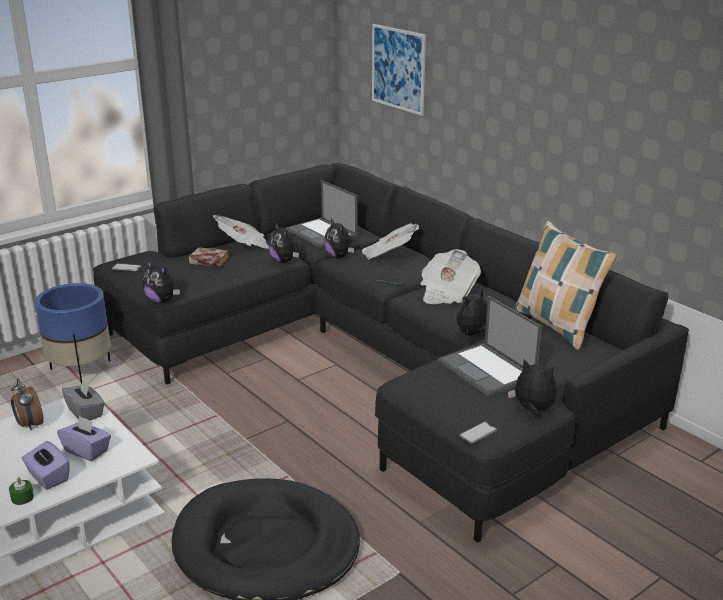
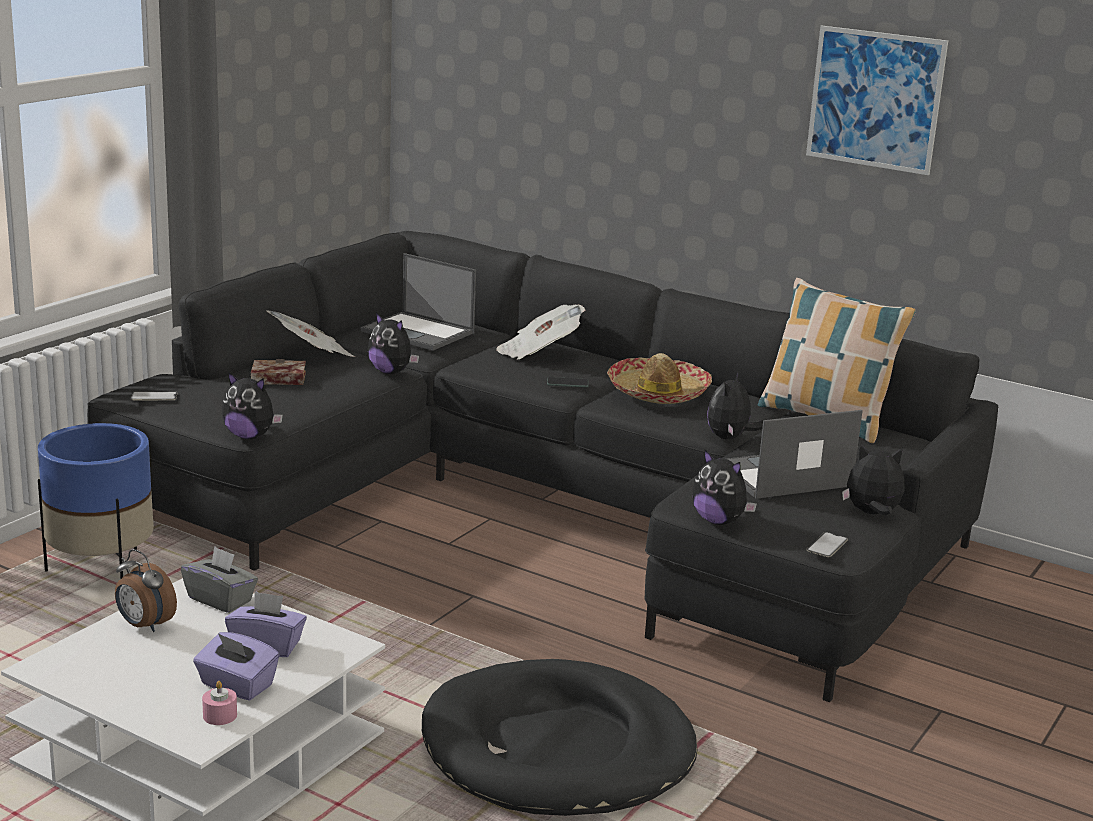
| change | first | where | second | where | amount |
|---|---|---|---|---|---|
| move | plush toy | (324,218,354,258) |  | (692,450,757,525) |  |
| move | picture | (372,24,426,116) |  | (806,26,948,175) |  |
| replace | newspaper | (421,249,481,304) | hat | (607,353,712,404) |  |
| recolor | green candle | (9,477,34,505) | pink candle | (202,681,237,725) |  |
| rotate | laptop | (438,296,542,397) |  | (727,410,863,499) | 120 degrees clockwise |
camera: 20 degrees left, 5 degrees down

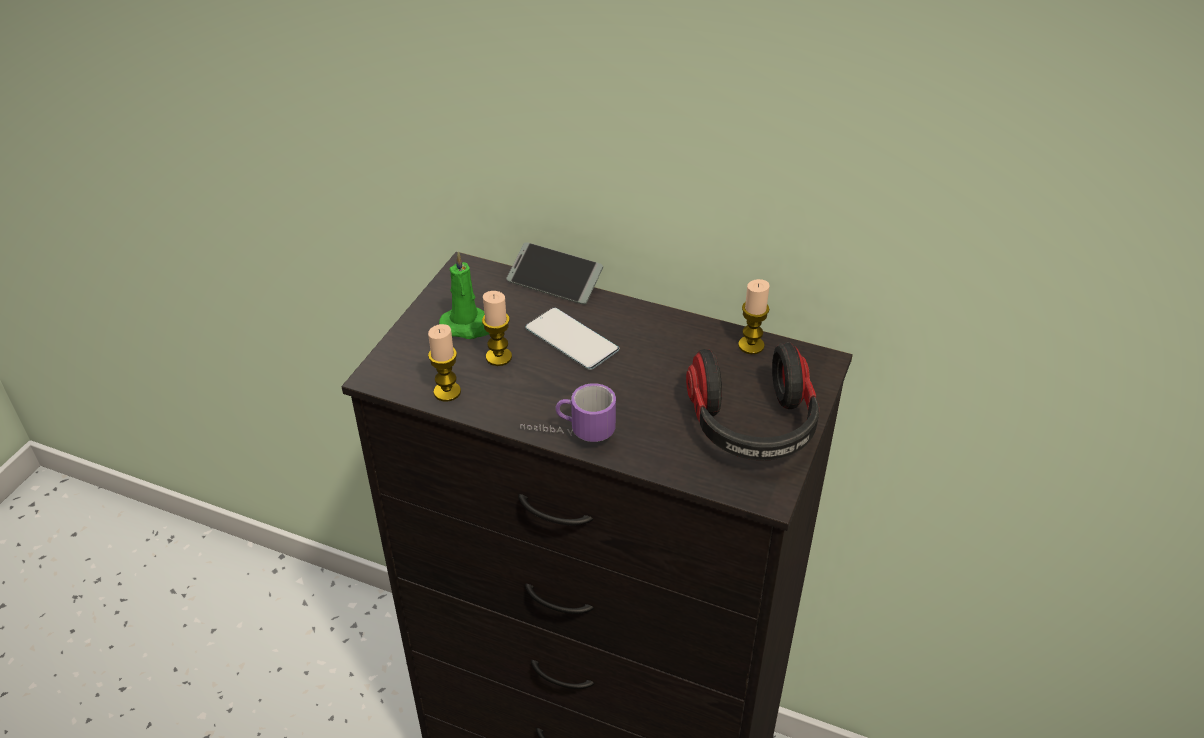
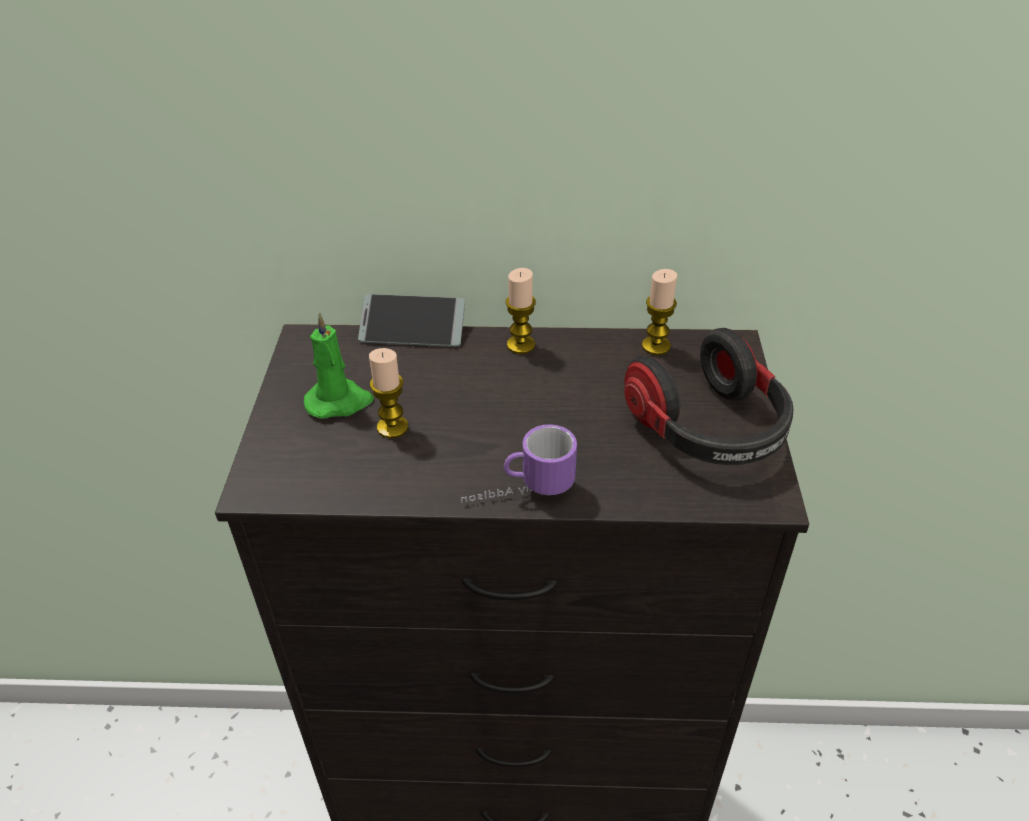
| change | first | where | second | where | amount |
|---|---|---|---|---|---|
| delete | phone | (525,307,619,370) |  |  |  |
| move | candle | (428,324,461,401) |  | (506,268,536,354) |  |
camera: 20 degrees left, 0 degrees up

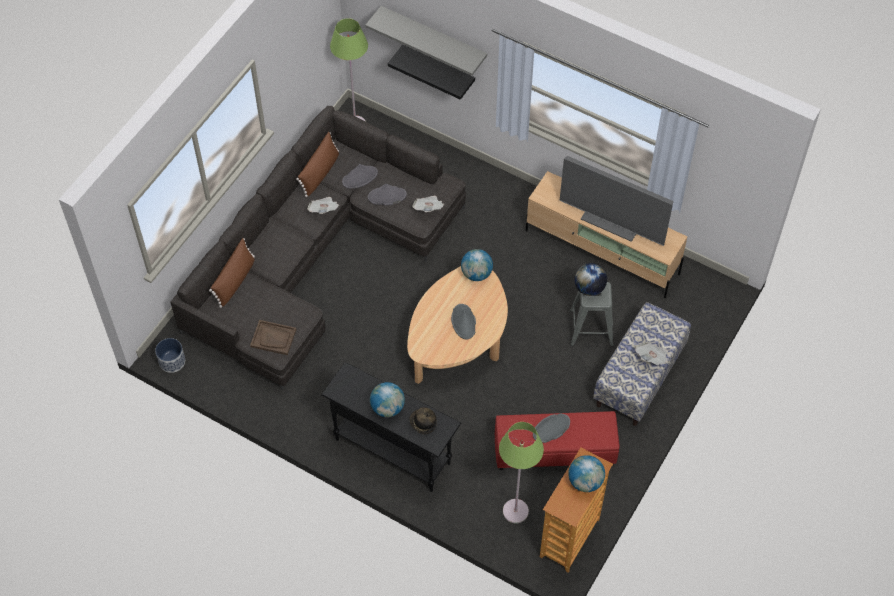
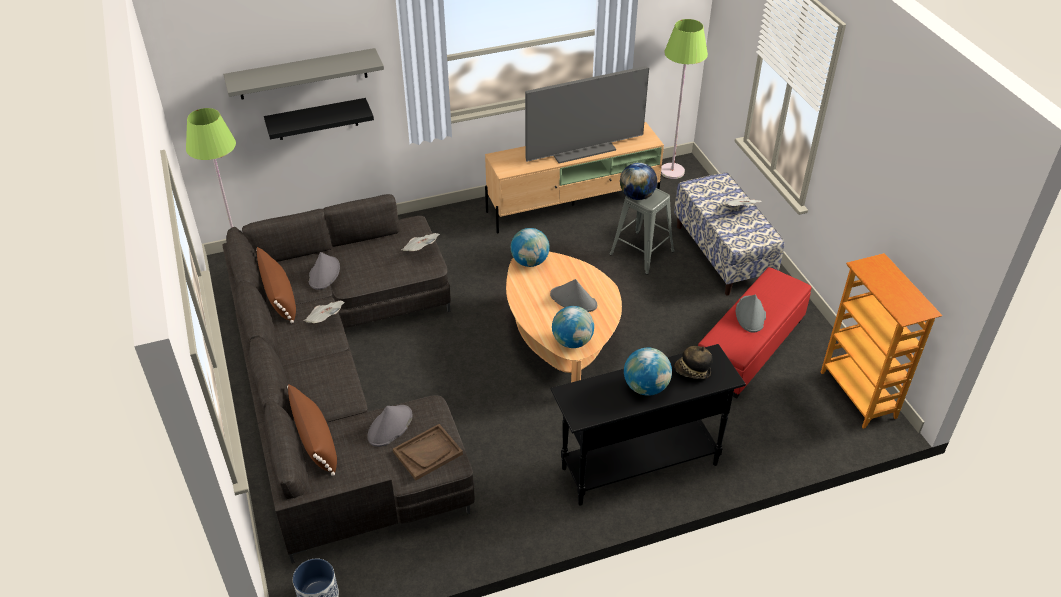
| change | first | where | second | where | amount |
|---|---|---|---|---|---|
| move | grey hat | (368,184,407,206) |  | (367,405,412,447) |  |
| move | green floor lamp | (499,422,544,523) |  | (661,19,708,179) |  |
| move | globe | (568,455,605,492) |  | (552,306,594,348) |  |
camera: 50 degrees left, 15 degrees down

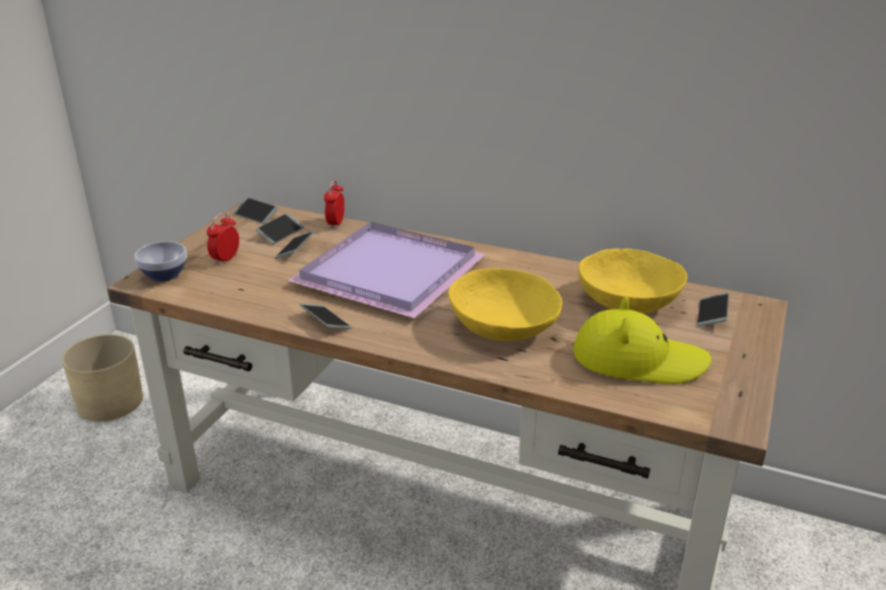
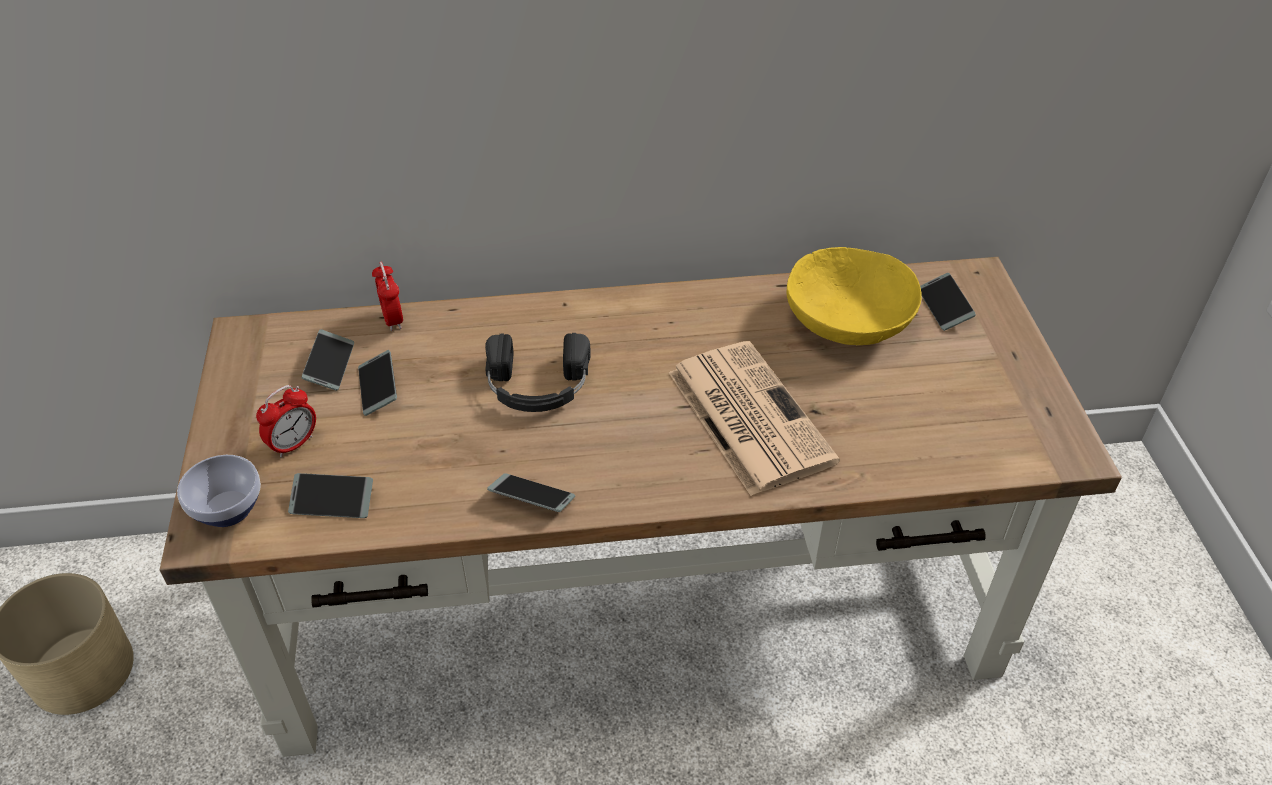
| change | first | where | second | where | amount |
|---|---|---|---|---|---|
| delete | yellow hat | (573,296,712,384) |  |  |  |
| move | phone | (233,198,278,224) |  | (288,473,373,518) |  |
| replace | purple tray | (287,222,486,318) | black headphones | (485,333,591,412) |  |
| replace | yellow bowl | (448,268,562,341) | newspaper | (669,341,840,496) |  |
| rotate | alarm clock | (207,213,239,265) |  | (256,385,316,458) | 135 degrees counterclockwise |
camera: 30 degrees left, 15 degrees up

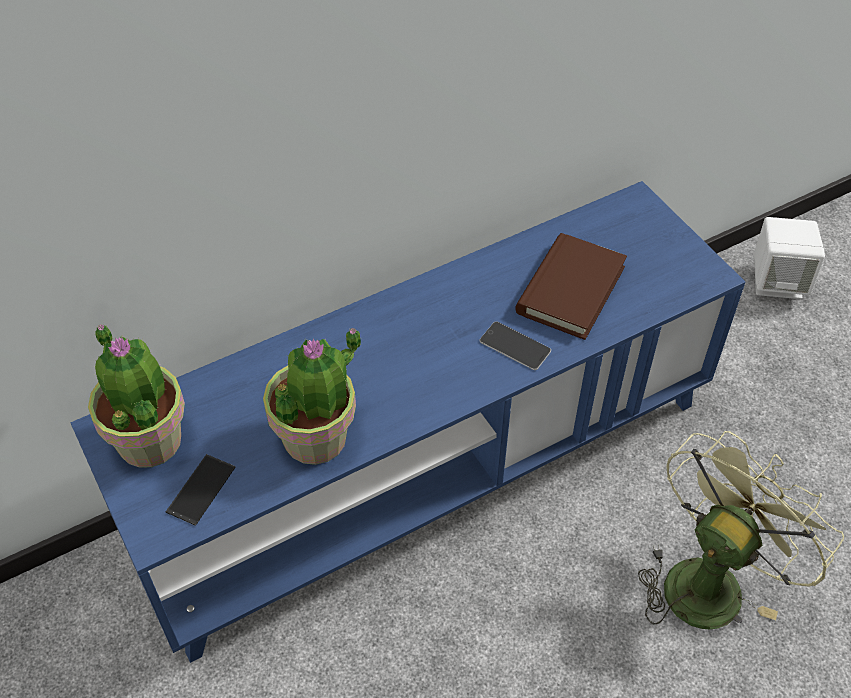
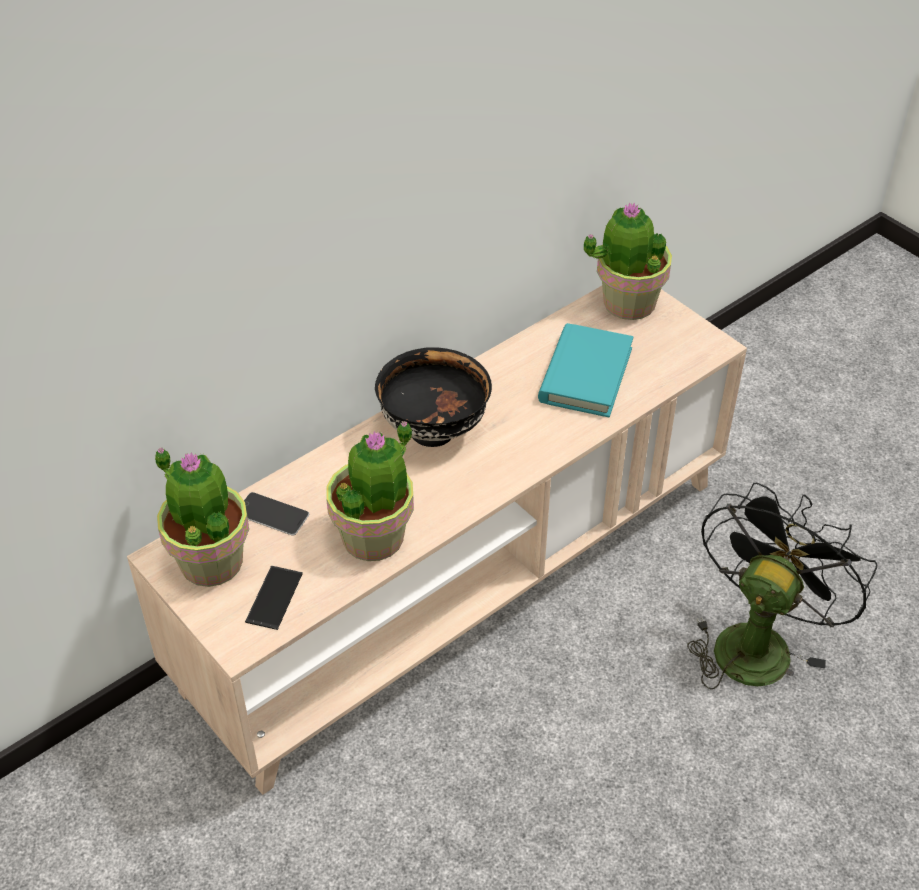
| change | first | where | second | where | amount |
|---|---|---|---|---|---|
| delete | white speaker | (754,217,825,299) |  |  |  |
| insert |  |  | black bowl | (375,347,492,447) |  |
| insert |  |  | potted plant | (584,202,672,320) |  |
| move | phone | (479,322,551,370) |  | (244,492,309,536) |  |
| recolor | blue tv stand | (70,181,745,663) | beige tv stand | (127,286,747,795) |  |
| recolor | brown book | (515,233,627,340) | turquoise book | (538,323,634,417) |  |
| recolor | green fan | (638,431,844,629) | black fan | (687,483,877,690) |  |
camera: 10 degrees left, 5 degrees down

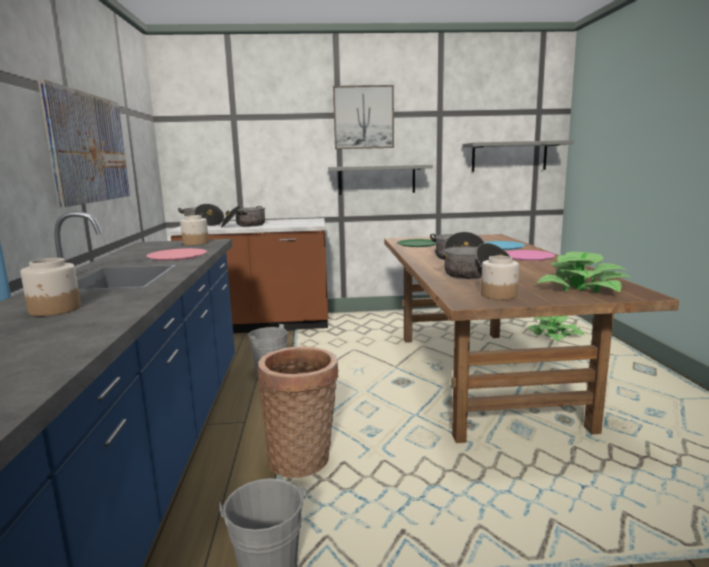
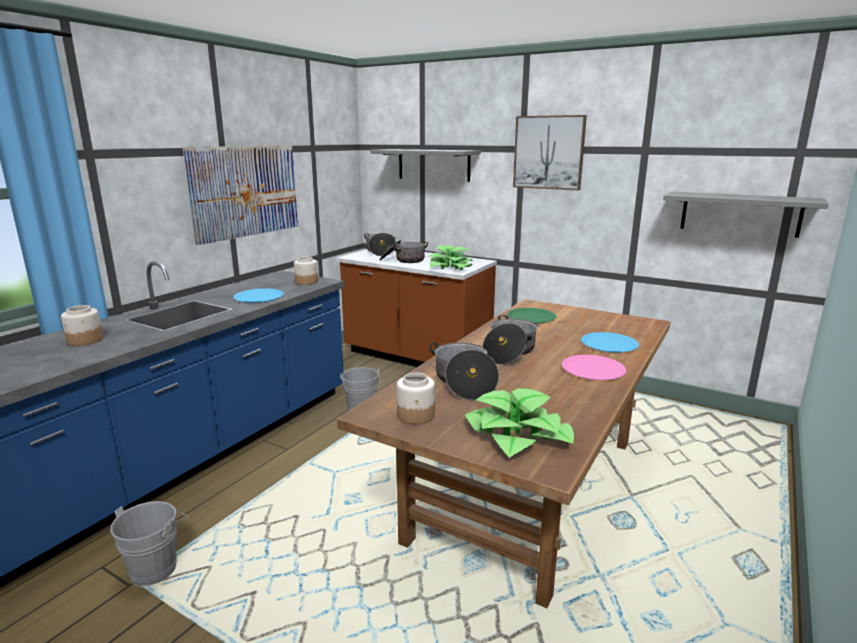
| change | first | where | second | where | amount |
|---|---|---|---|---|---|
| delete | basket | (257,347,339,478) |  |  |  |
| move | grey shelf | (328,165,433,195) |  | (370,149,481,182) |  |
| move | potted plant | (527,316,585,341) |  | (429,246,473,270) |  |
| recolor | pink plate | (146,248,207,261) | blue plate | (233,289,284,303) |  |
camera: 35 degrees right, 5 degrees up

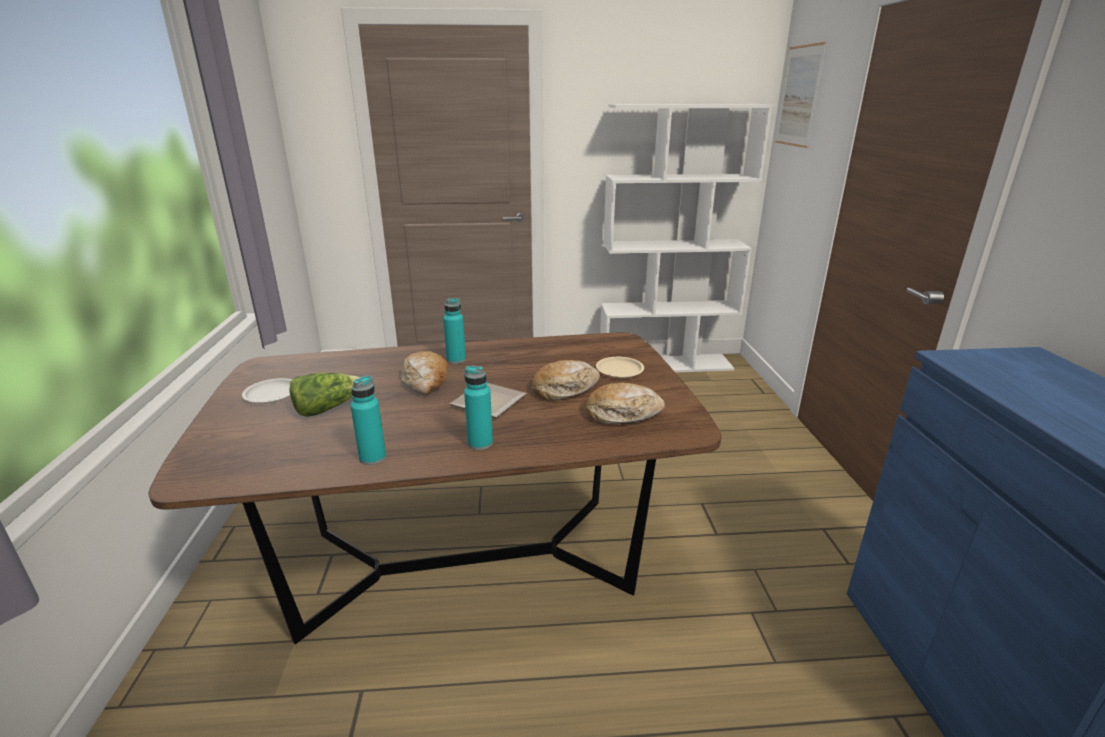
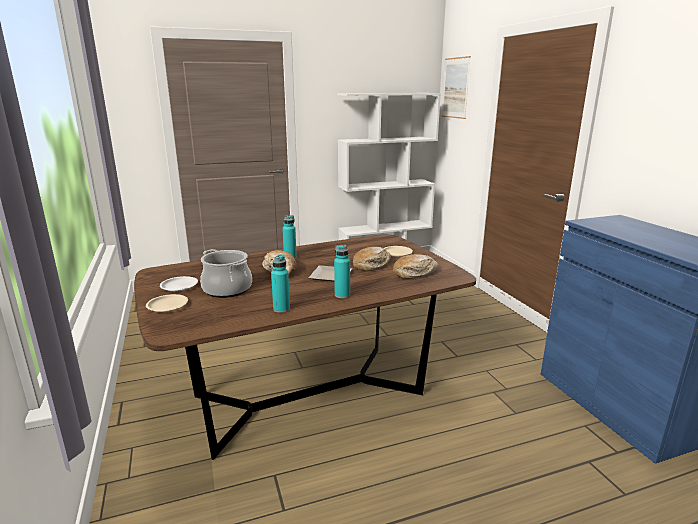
| change | first | where | second | where | amount |
|---|---|---|---|---|---|
| insert |  |  | beige plate | (146,294,188,312) |  |
| replace | lettuce | (289,373,360,417) | cooking pot | (200,249,252,298) |  |
camera: 15 degrees left, 5 degrees down

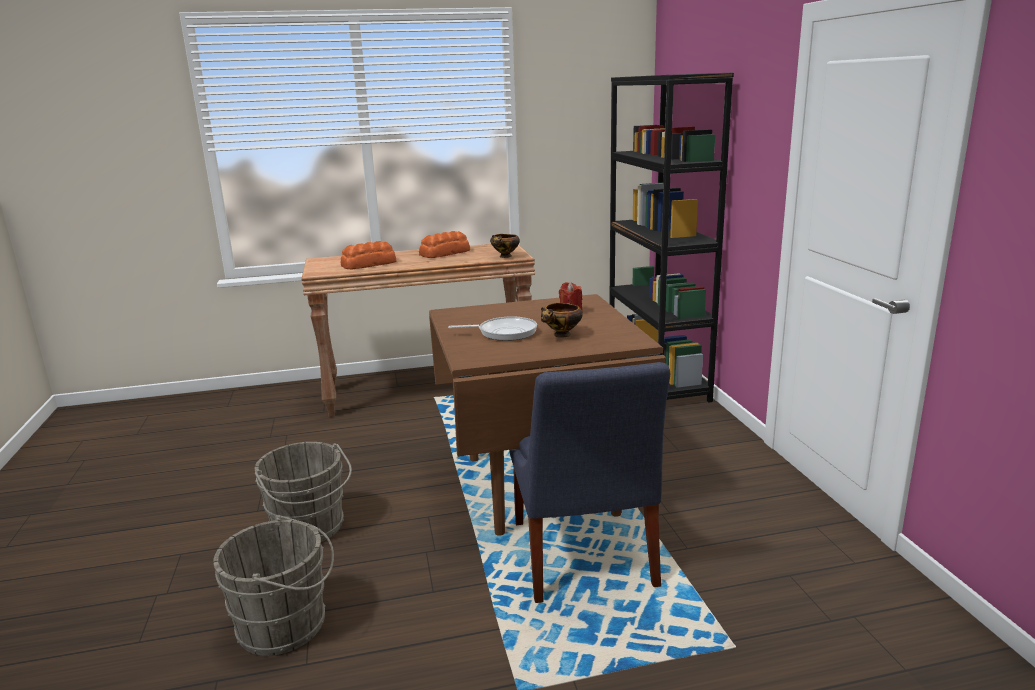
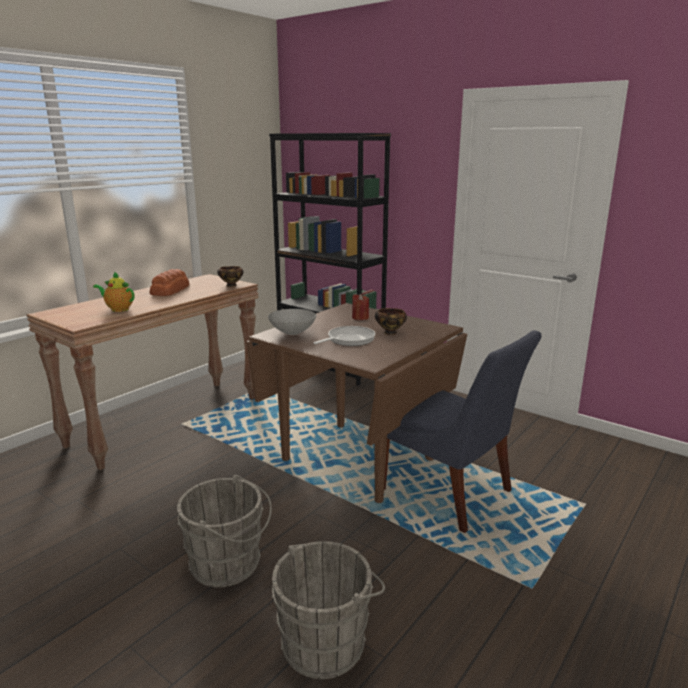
| change | first | where | second | where | amount |
|---|---|---|---|---|---|
| insert |  |  | grey bowl | (268,309,316,335) |  |
| replace | bread | (341,241,396,270) | teapot | (93,271,135,312) |  |
camera: 40 degrees left, 0 degrees up

